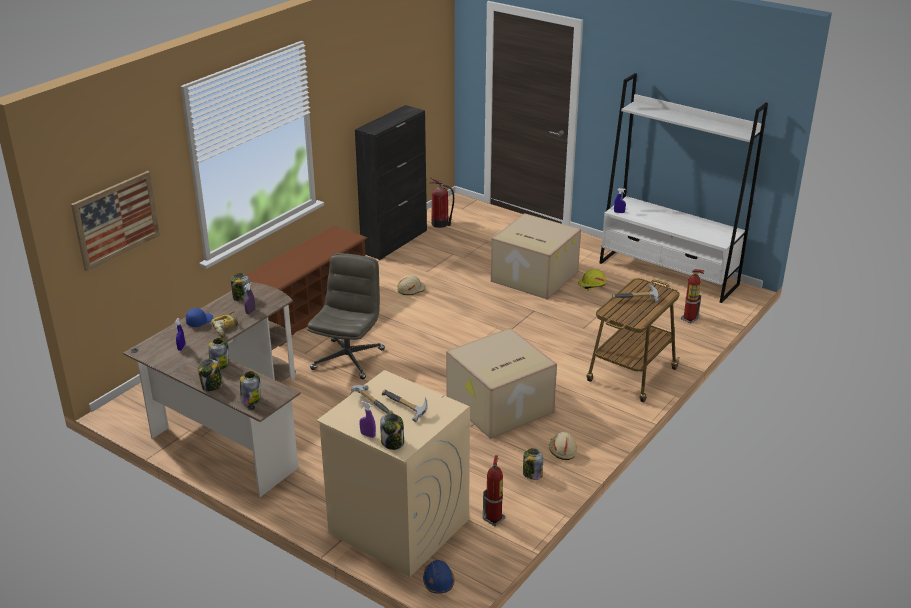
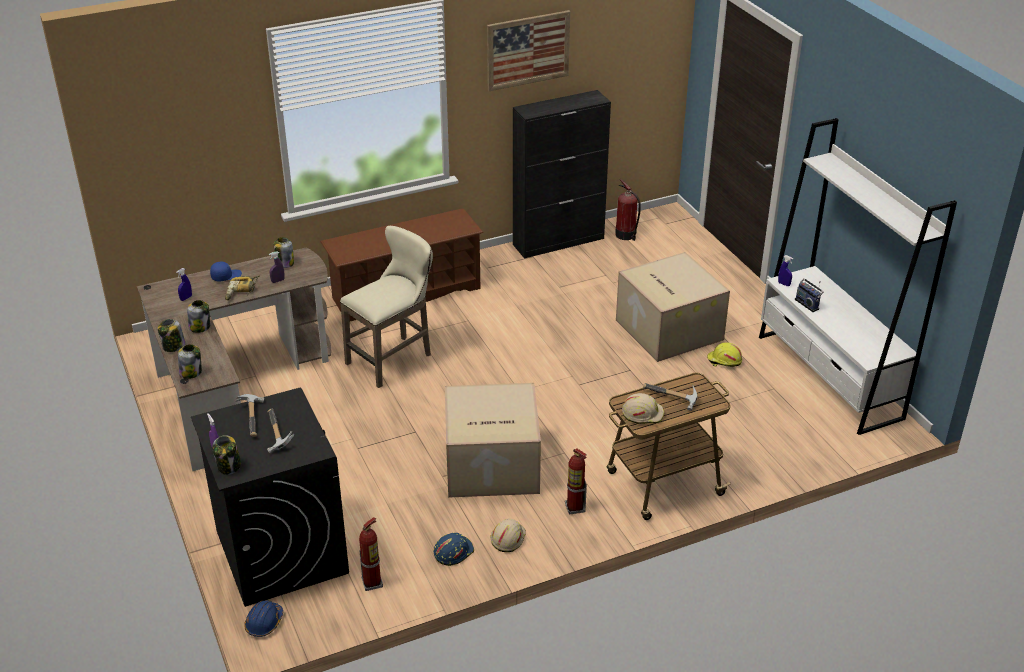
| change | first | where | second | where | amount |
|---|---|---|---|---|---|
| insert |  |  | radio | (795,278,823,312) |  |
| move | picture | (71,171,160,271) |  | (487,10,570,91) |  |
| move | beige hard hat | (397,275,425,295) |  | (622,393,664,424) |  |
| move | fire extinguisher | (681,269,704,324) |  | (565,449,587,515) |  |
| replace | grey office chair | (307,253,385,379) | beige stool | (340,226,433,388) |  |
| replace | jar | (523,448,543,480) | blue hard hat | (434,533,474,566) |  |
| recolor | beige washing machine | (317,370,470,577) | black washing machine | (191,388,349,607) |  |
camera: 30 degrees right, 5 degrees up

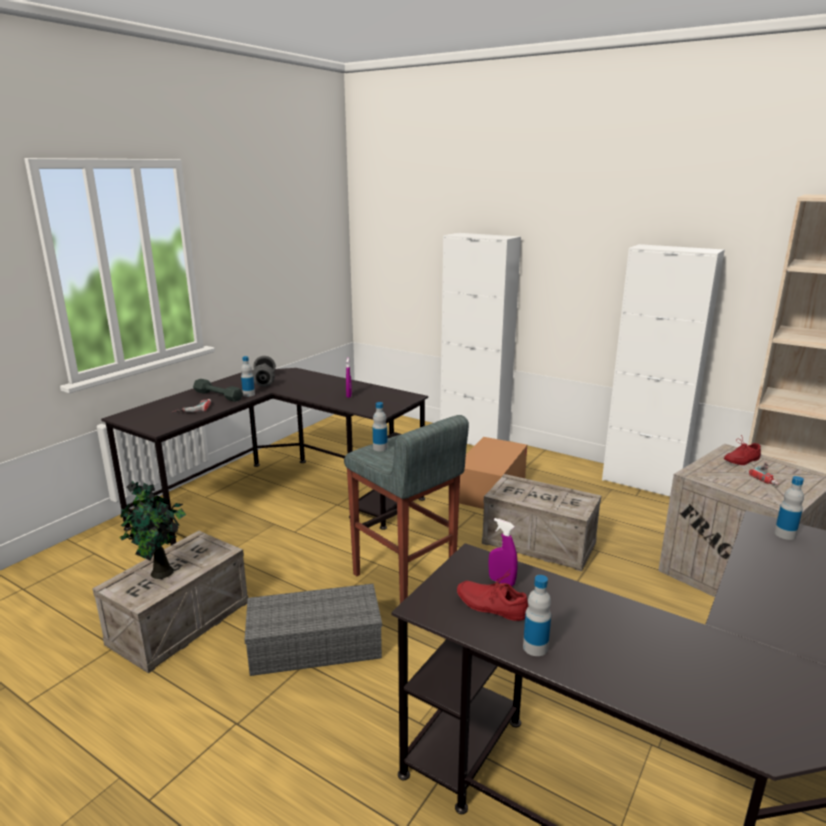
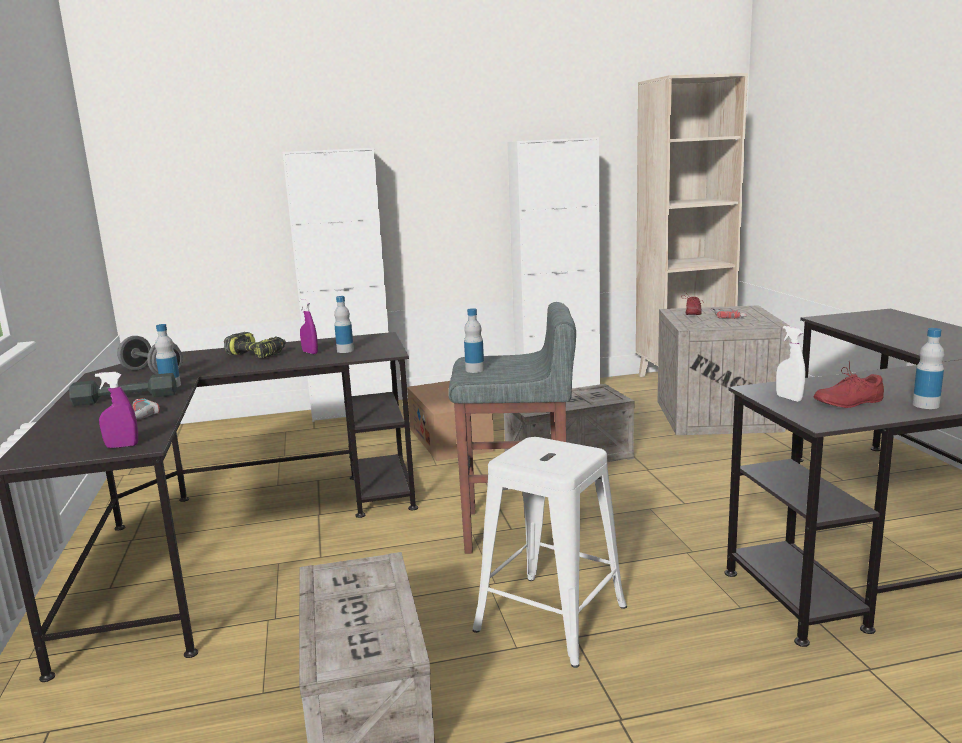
| change | first | where | second | where | amount |
|---|---|---|---|---|---|
| delete | potted plant | (120,481,186,579) |  |  |  |
| insert |  |  | power drill | (224,332,286,358) |  |
| insert |  |  | white spray bottle | (776,326,805,402) |  |
| move | purple spray bottle | (489,518,518,586) |  | (95,372,138,448) |  |
| move | bottle | (774,476,804,540) |  | (334,296,354,353) |  |
| replace | grey storage box | (244,584,382,676) | white stool | (473,437,627,668) |  |
camera: 45 degrees left, 5 degrees down

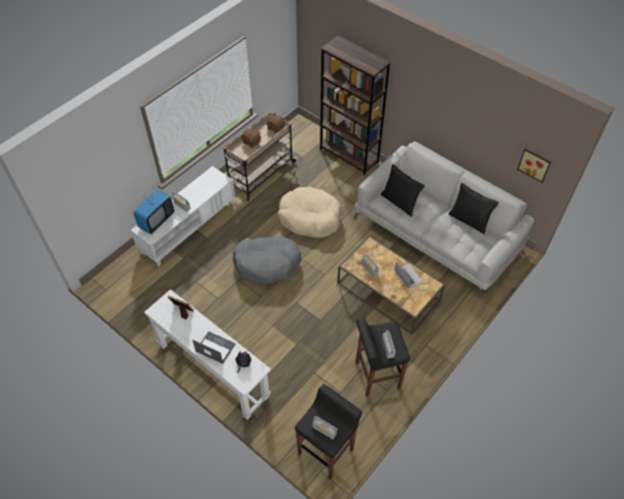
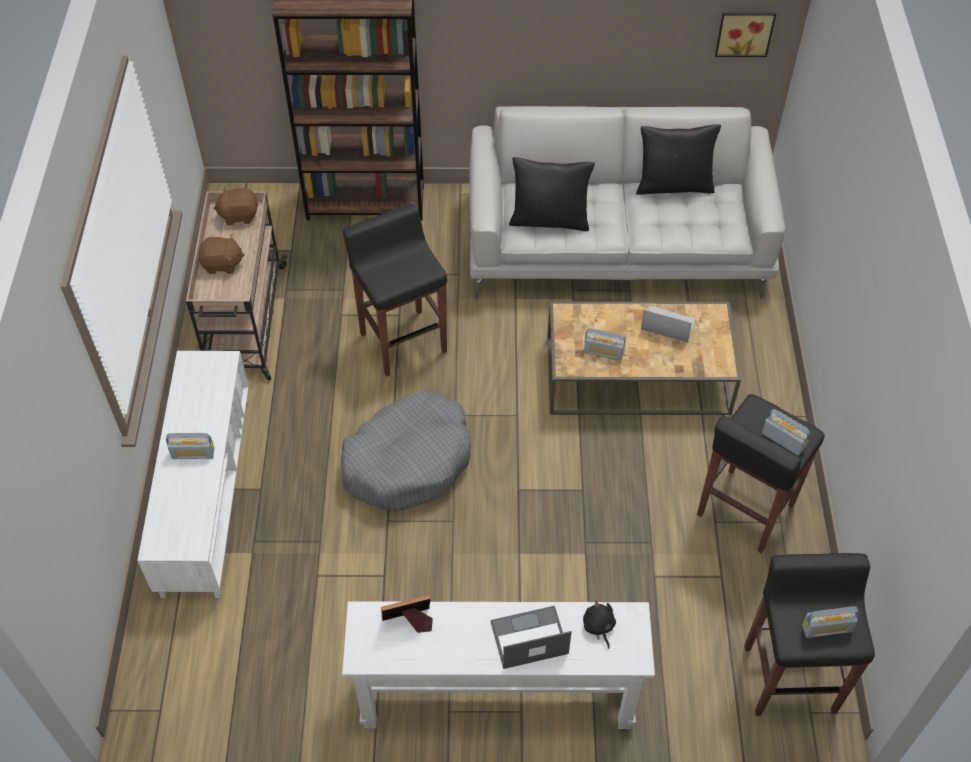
| change | first | where | second | where | amount |
|---|---|---|---|---|---|
| delete | television | (133,186,174,234) |  |  |  |
| replace | beige dog bed | (278,187,341,238) | black stool | (343,204,447,377) |  |
camera: 40 degrees left, 0 degrees up

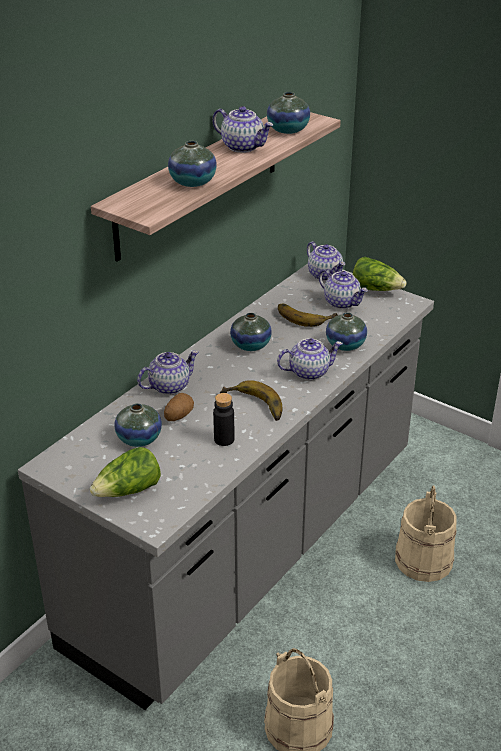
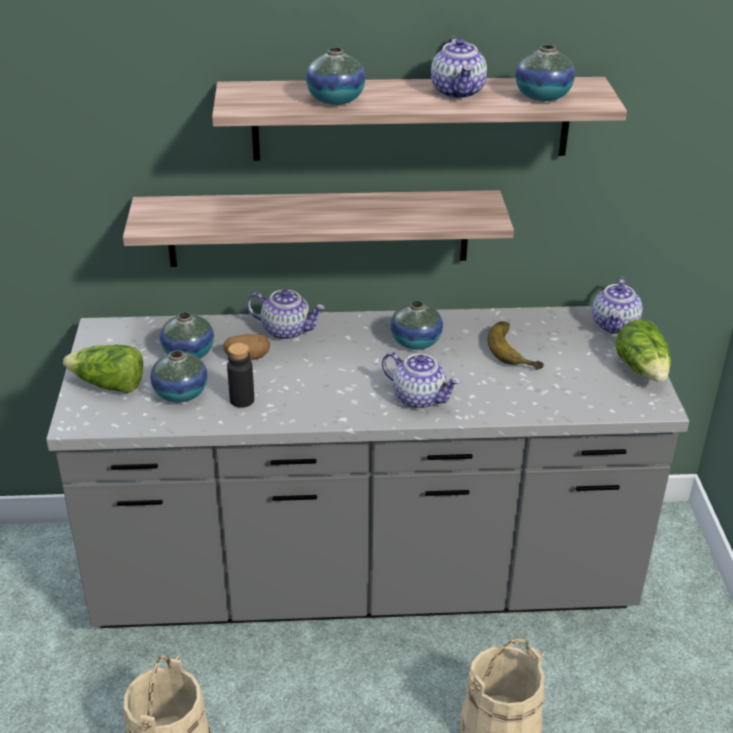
| change | first | where | second | where | amount |
|---|---|---|---|---|---|
| delete | banana | (220,380,282,421) |  |  |  |
| delete | teapot | (319,269,368,309) |  |  |  |
| insert |  |  | shelf | (123,190,514,267) |  |
| move | vase | (326,312,367,351) |  | (150,350,207,403) |  |
camera: 50 degrees right, 0 degrees up

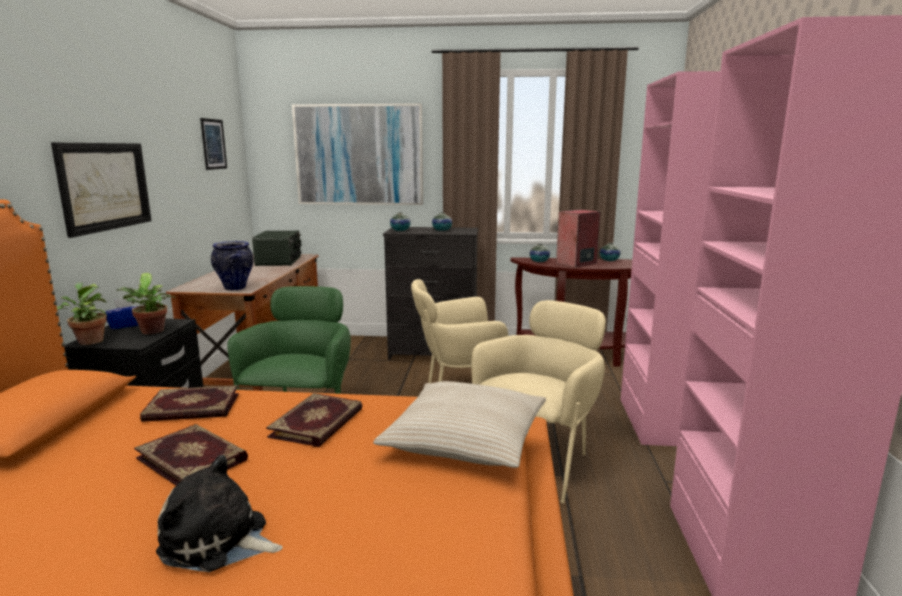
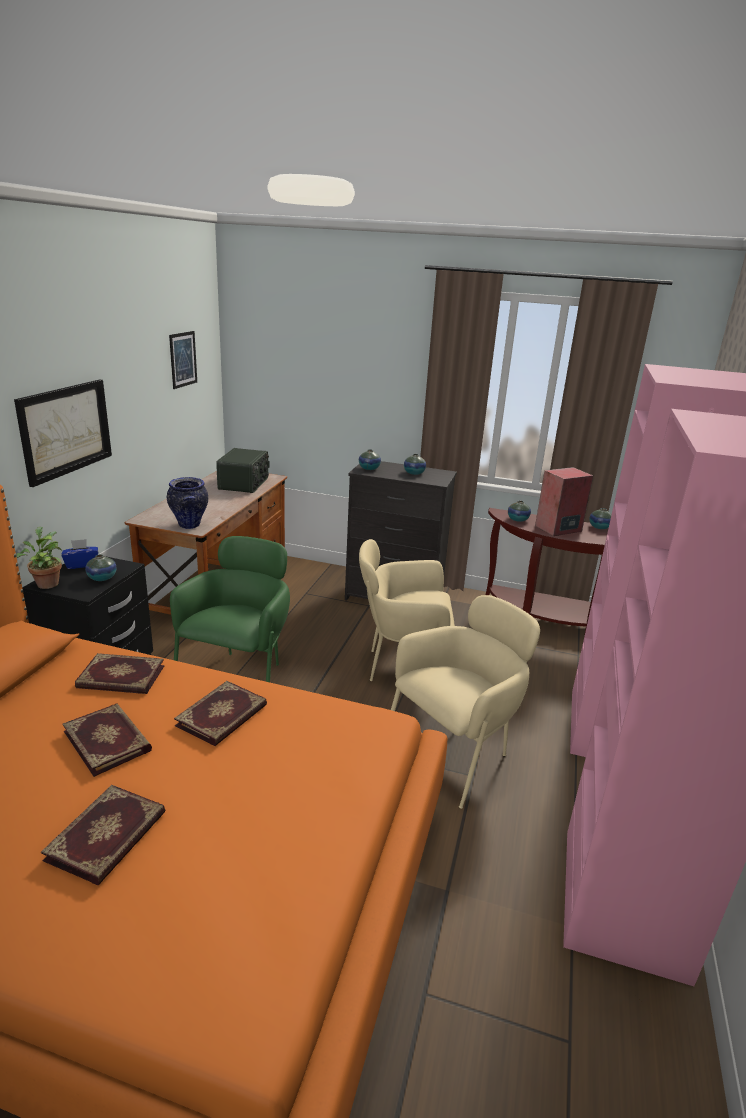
| change | first | where | second | where | amount |
|---|---|---|---|---|---|
| delete | picture | (292,103,423,205) |  |  |  |
| delete | beige pillow | (373,381,546,468) |  |  |  |
| replace | potted plant | (116,273,176,334) | vase | (85,554,116,581) |  |
| replace | plush toy | (156,455,283,572) | book | (41,785,165,885) |  |
camera: 10 degrees right, 10 degrees up

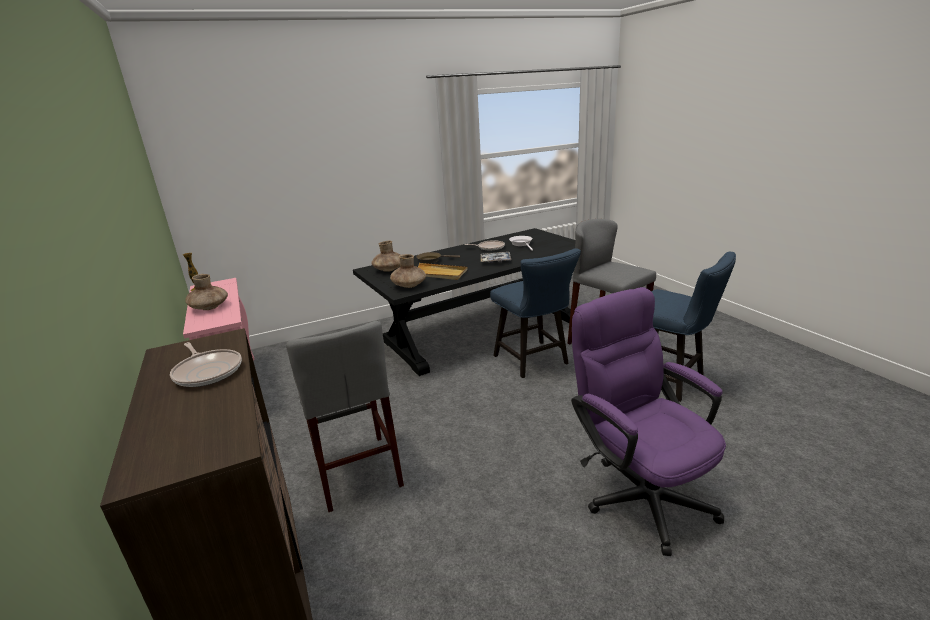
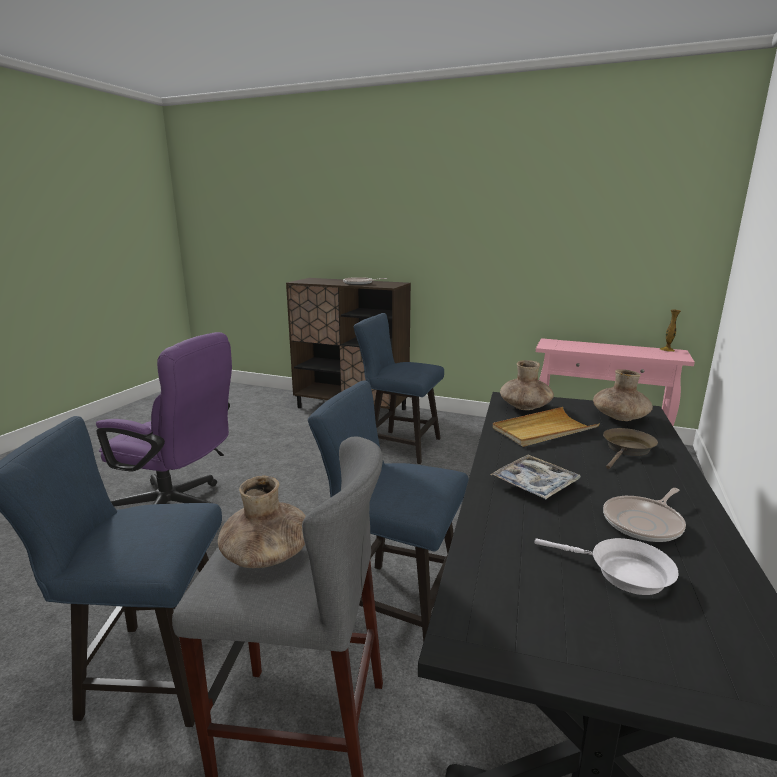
| change | first | where | second | where | amount |
|---|---|---|---|---|---|
| move | brown vase | (185,274,228,310) |  | (218,476,306,568) |  |
| replace | grey stool | (286,321,404,512) | blue chair | (353,313,444,464) |  |
camera: 135 degrees right, 5 degrees down

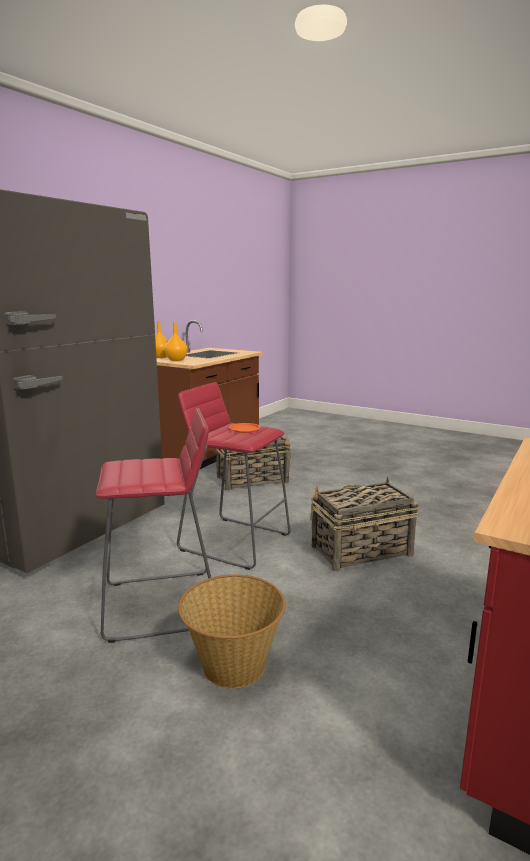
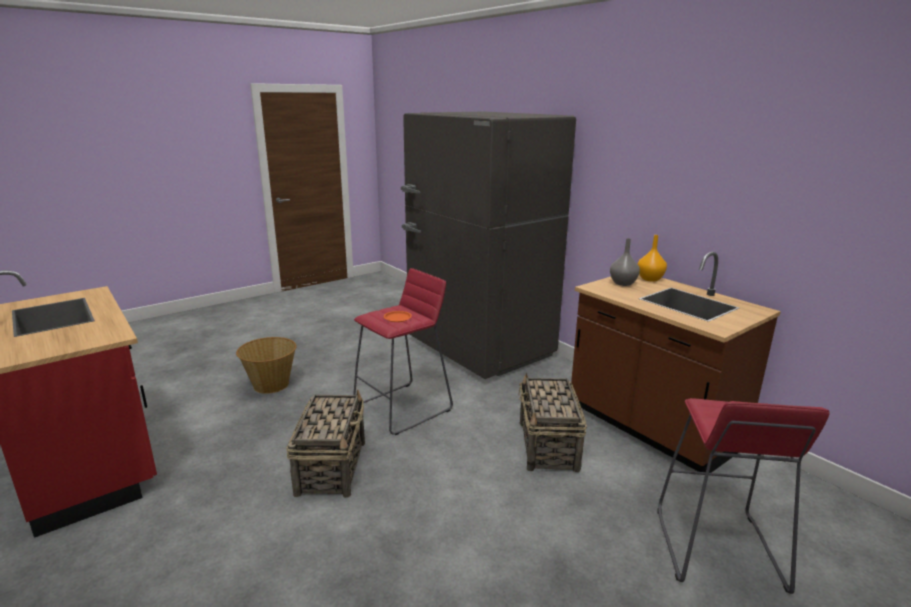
| change | first | where | second | where | amount |
|---|---|---|---|---|---|
| move | red stool | (96,408,211,643) |  | (658,398,829,594) |  |
| recolor | orange vase | (164,322,188,361) | grey vase | (610,238,640,286) |  |
camera: 110 degrees right, 5 degrees up

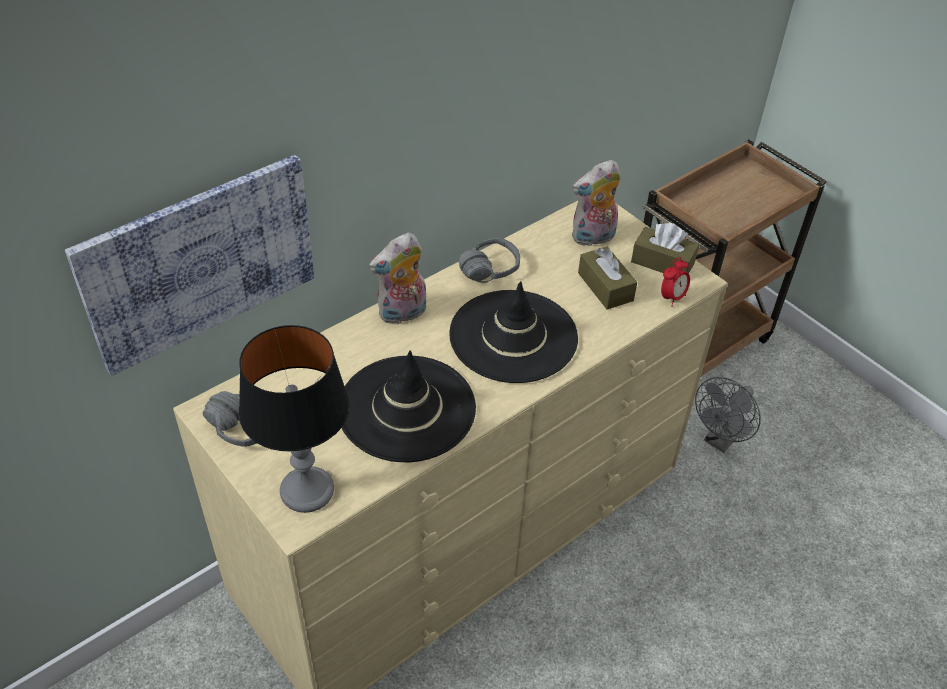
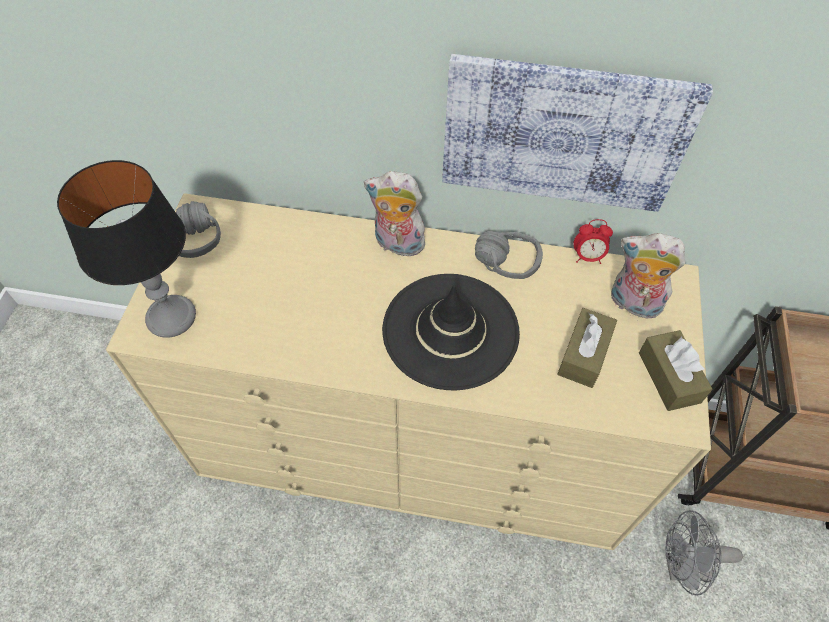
| change | first | where | second | where | amount |
|---|---|---|---|---|---|
| delete | black hat | (342,351,476,462) |  |  |  |
| move | picture | (65,155,314,376) |  | (442,54,713,212) |  |
| move | alarm clock | (661,257,690,307) |  | (573,219,613,264) |  |
camera: 50 degrees right, 10 degrees up

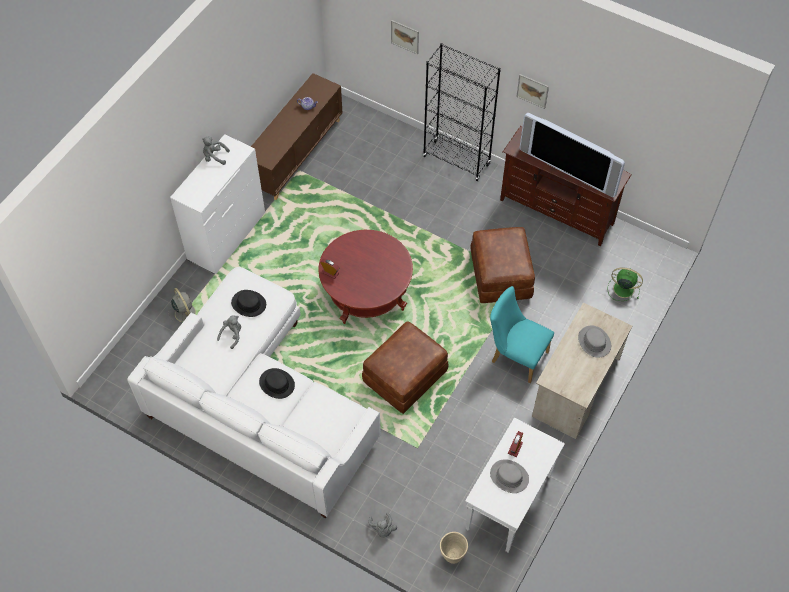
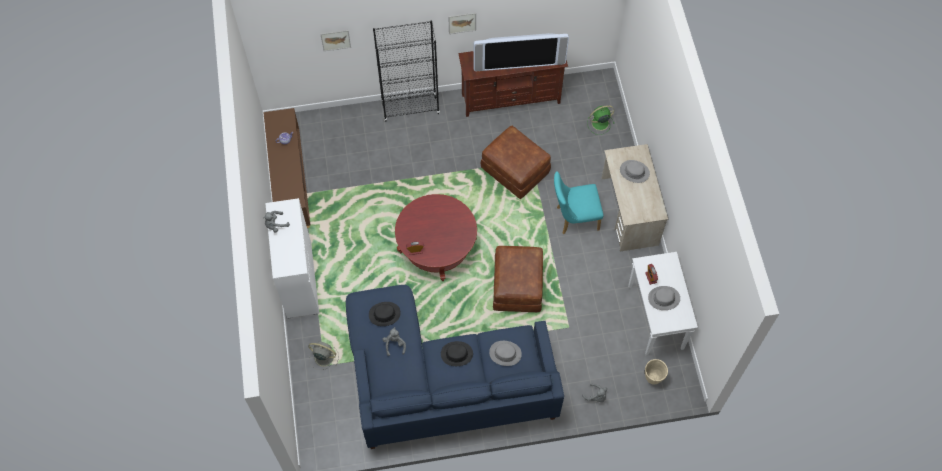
| change | first | where | second | where | amount |
|---|---|---|---|---|---|
| insert |  |  | grey hat | (489,341,522,366) |  |
| recolor | white sofa | (128,267,381,518) | blue sofa | (346,285,564,449) |  |
camera: 40 degrees left, 5 degrees up

